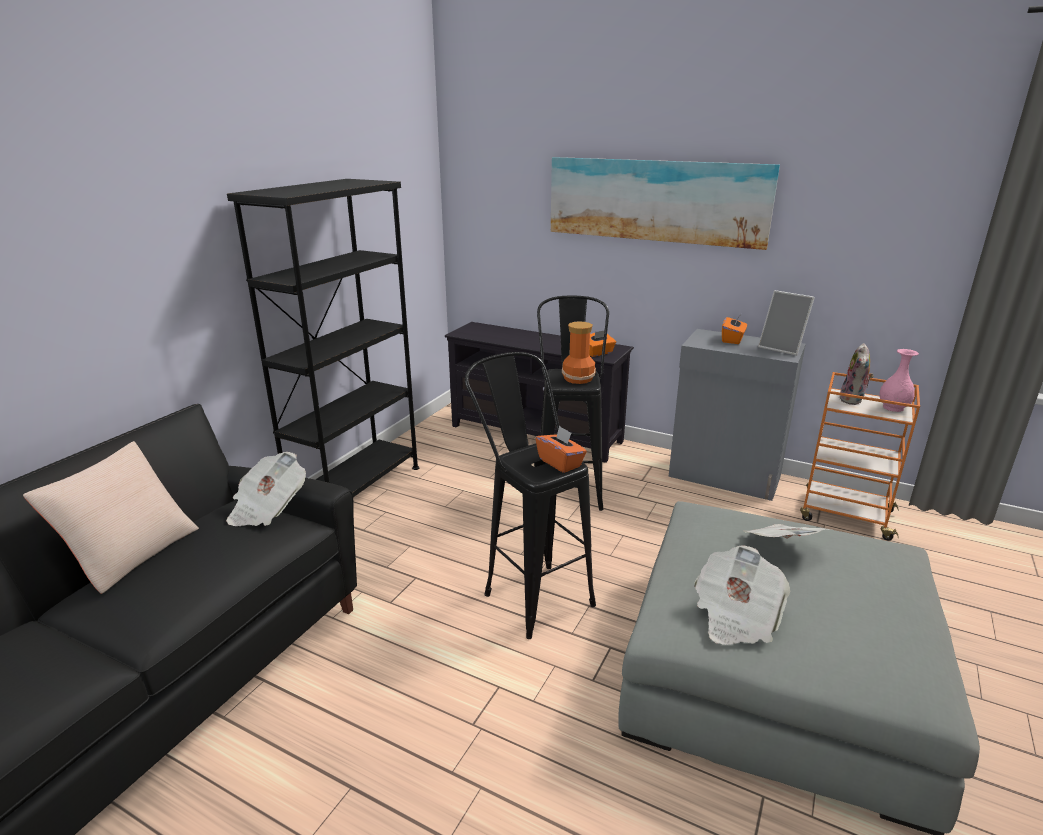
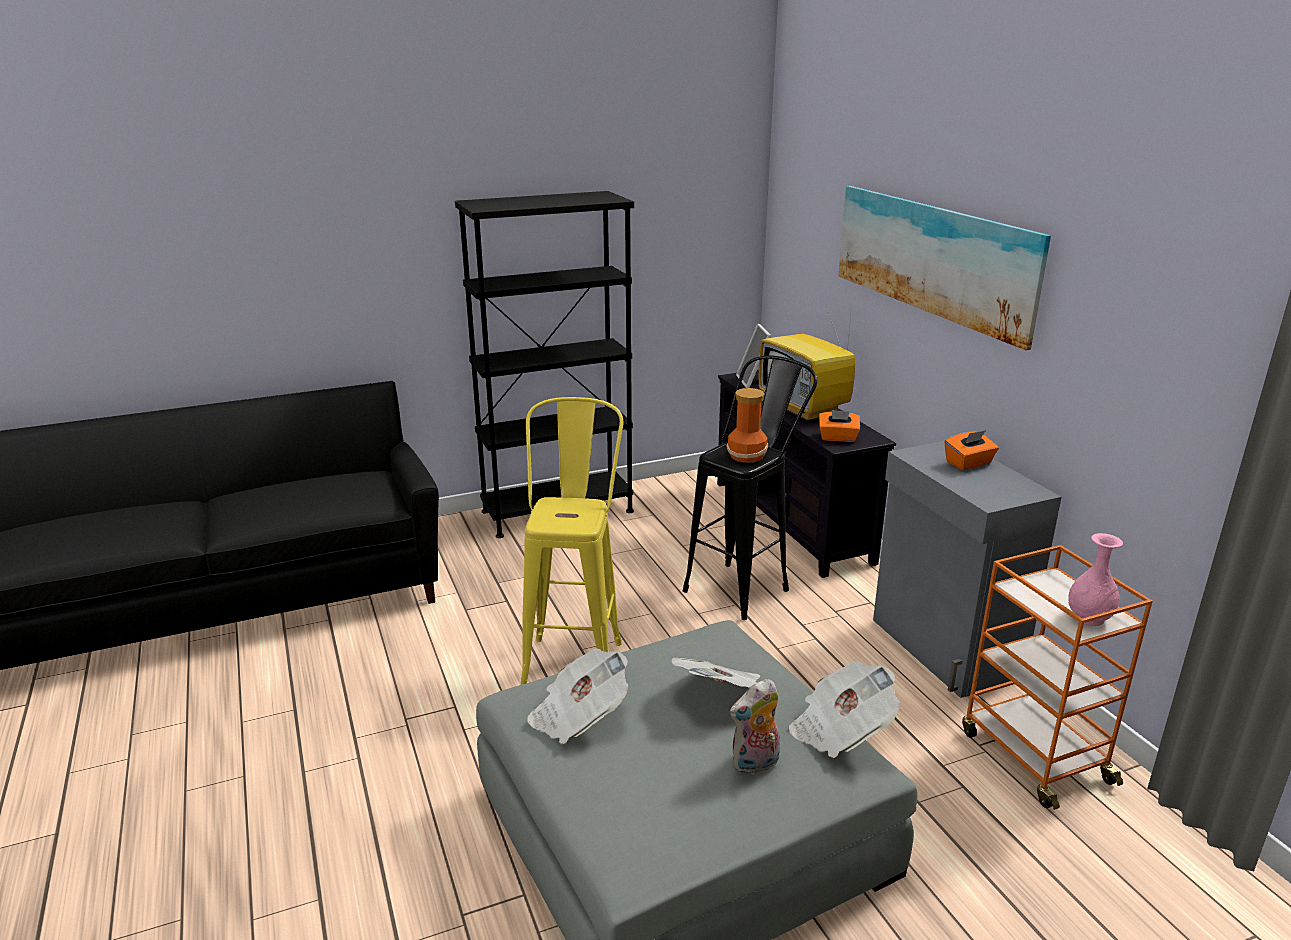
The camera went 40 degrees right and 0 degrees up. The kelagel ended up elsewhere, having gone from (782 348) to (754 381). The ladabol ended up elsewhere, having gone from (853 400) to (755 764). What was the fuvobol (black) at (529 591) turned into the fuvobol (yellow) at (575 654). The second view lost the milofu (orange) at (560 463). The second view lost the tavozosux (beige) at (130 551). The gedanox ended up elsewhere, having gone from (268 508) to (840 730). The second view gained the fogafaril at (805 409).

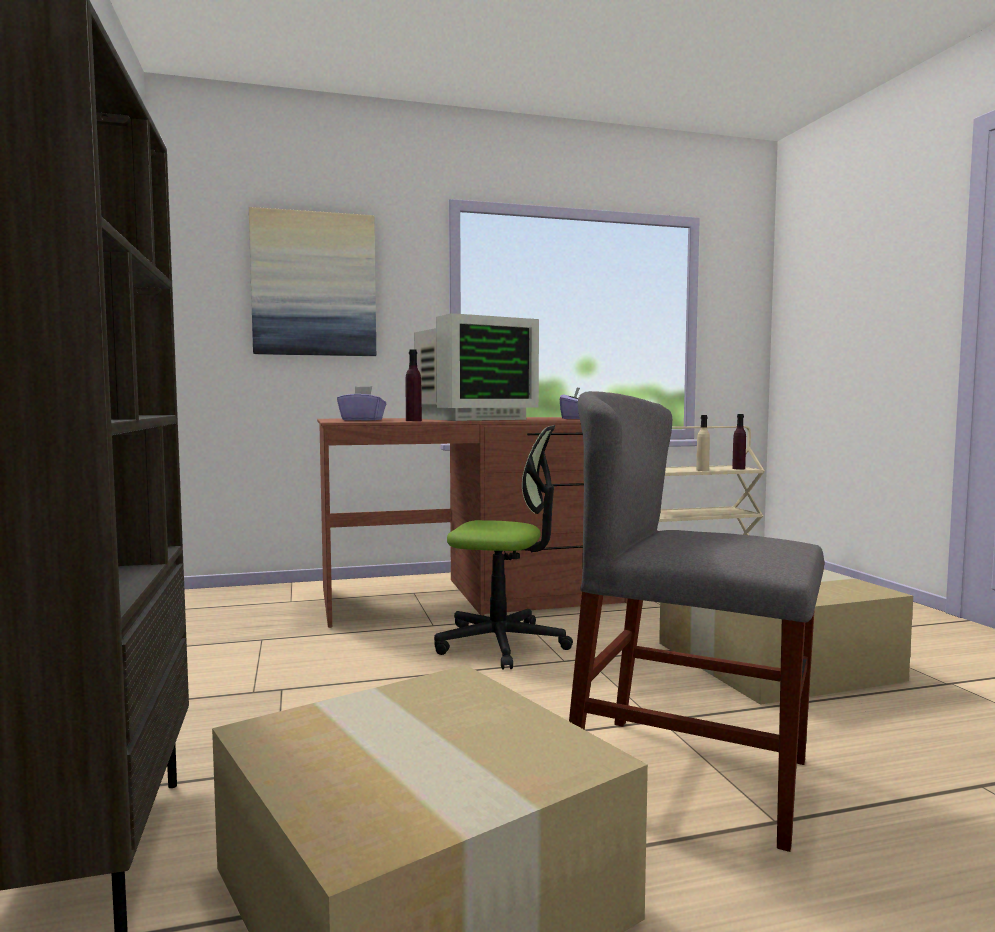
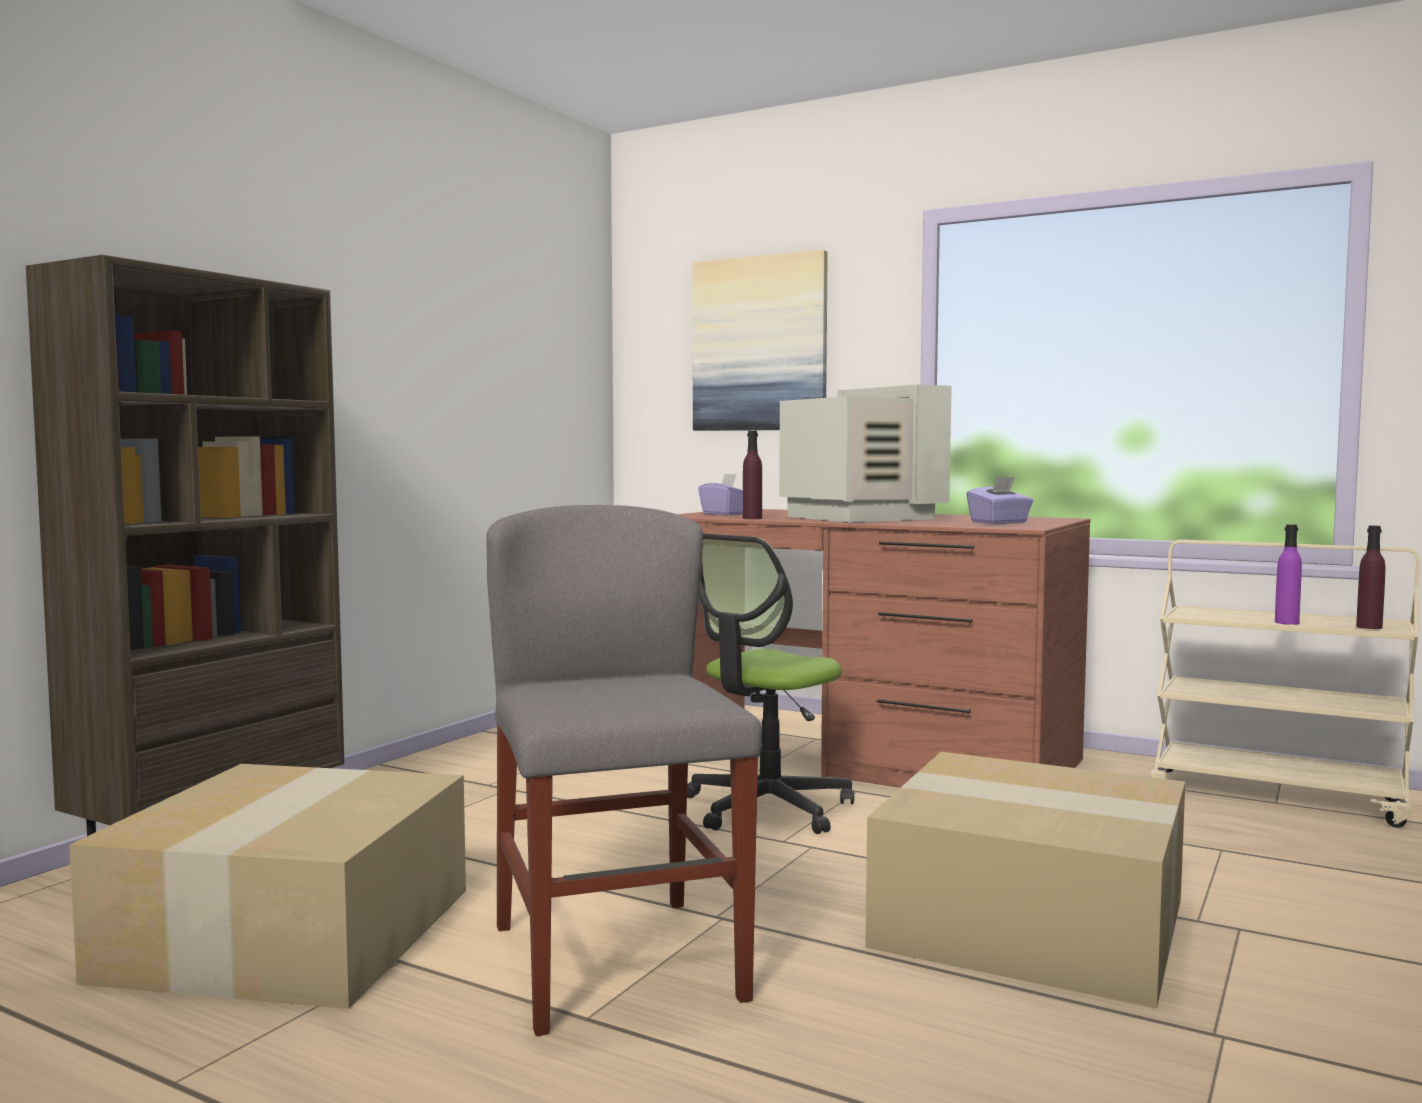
The camera went 45 degrees right and 0 degrees up. The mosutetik at (472 419) ended up facing another way, 135 degrees counterclockwise from before. What was the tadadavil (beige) at (702 470) turned into the tadadavil (purple) at (1286 622). The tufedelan at (502 644) ended up facing another way, 75 degrees clockwise from before.

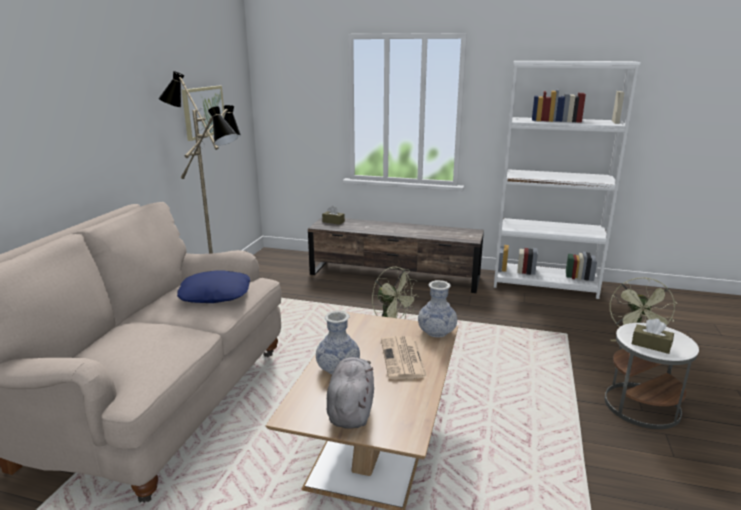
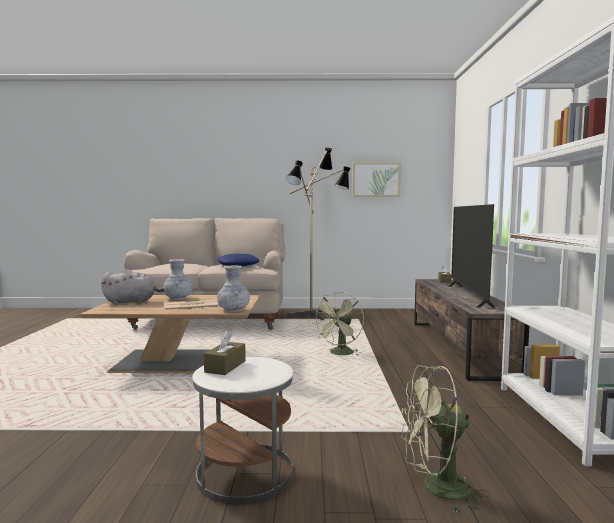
The camera went 75 degrees right and 15 degrees down. The second view gained the fogafaril at (469 295).

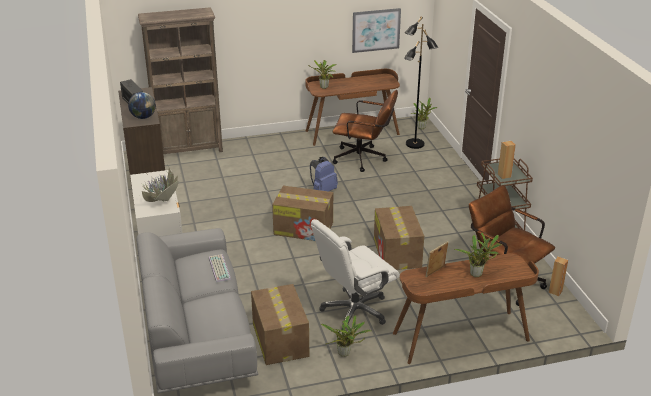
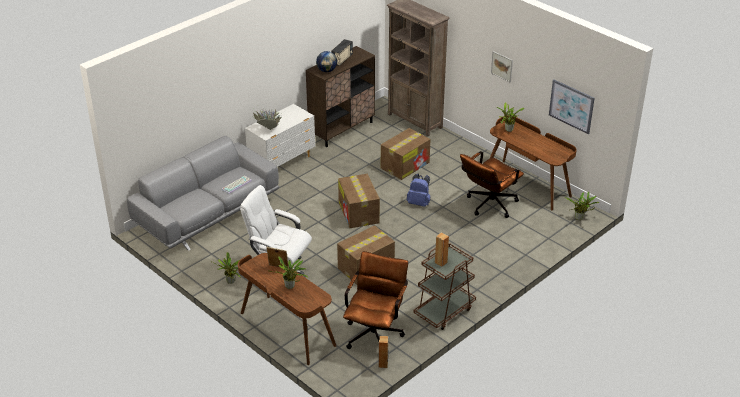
The camera went 60 degrees right and 5 degrees up. The second view lost the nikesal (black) at (415 144). The tufedelan (brown) at (364 159) ended up facing another way, 60 degrees clockwise from before. The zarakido ended up elsewhere, having gone from (280 339) to (405 165). The second view gained the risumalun at (502 66).

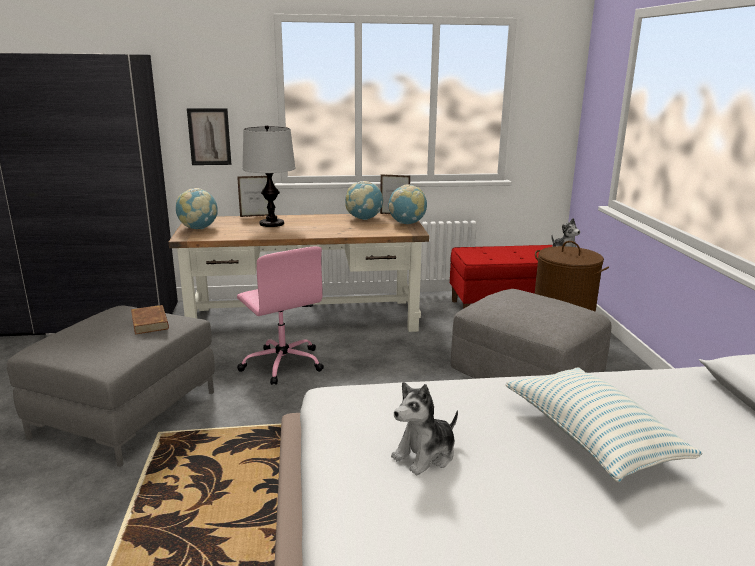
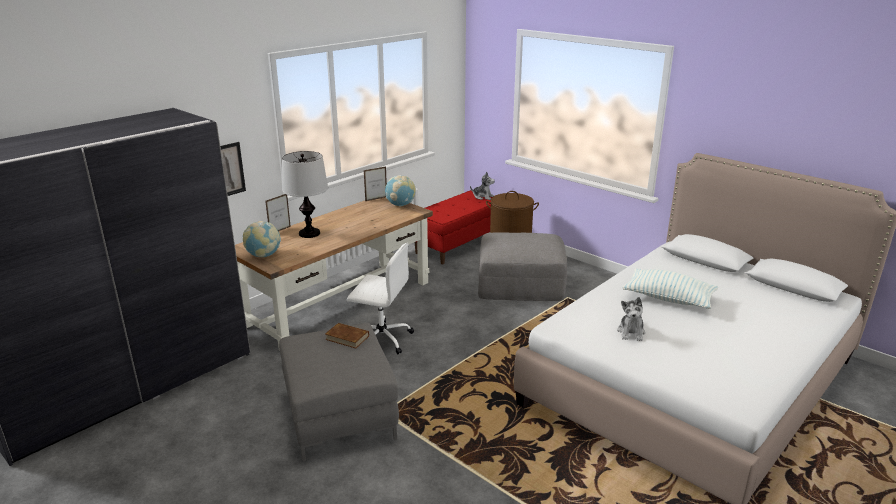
The camera went 40 degrees left and 5 degrees up. The second view lost the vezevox at (364 219). What was the tufedelan (pink) at (282 364) turned into the tufedelan (white) at (381 339).

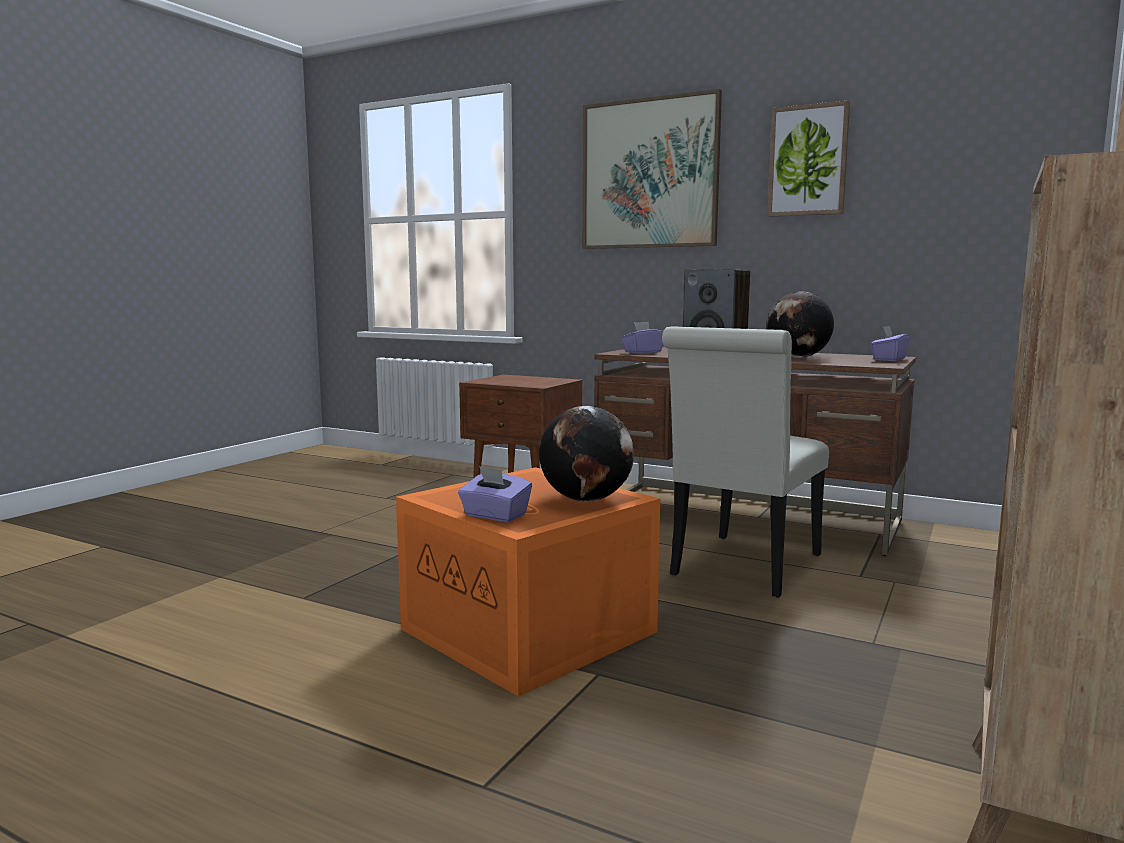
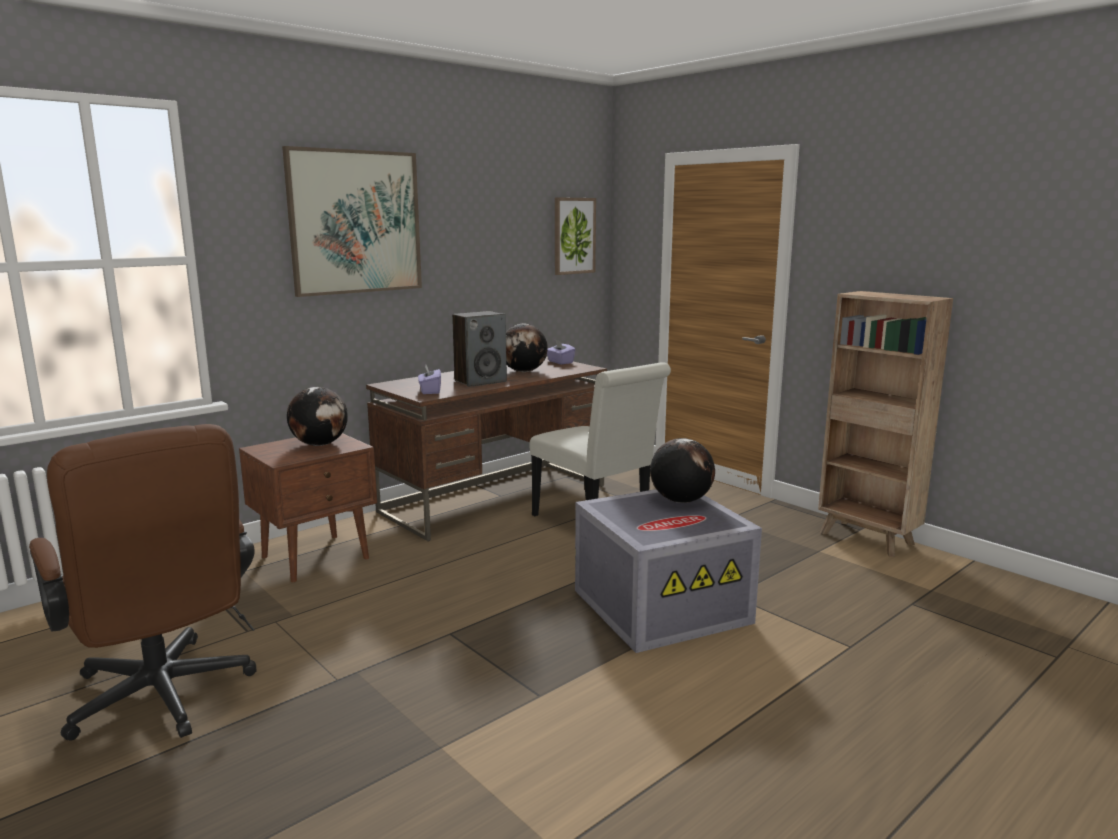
The camera went 70 degrees left and 5 degrees up. The risumalun ended up elsewhere, having gone from (808 161) to (574 236). The second view lost the milofu (purple) at (495 516). What was the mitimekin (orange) at (532 630) turned into the mitimekin (grey) at (662 605). The second view gained the vezevox at (320 444). The second view gained the tufedelan (brown) at (164 700).

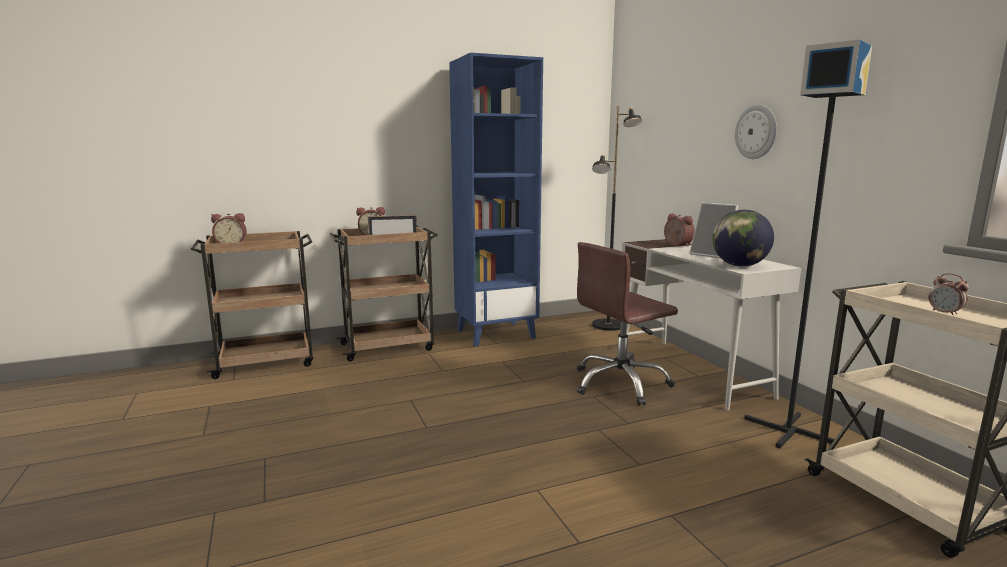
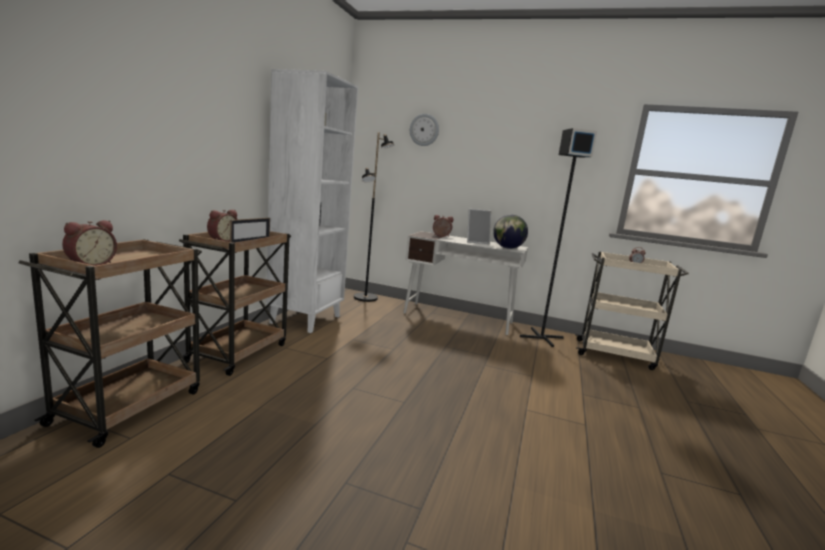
The camera went 50 degrees left and 0 degrees up. What was the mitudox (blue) at (496 333) turned into the mitudox (white) at (305 319). The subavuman ended up elsewhere, having gone from (756 132) to (424 130). The second view lost the tufedelan (brown) at (620 384).

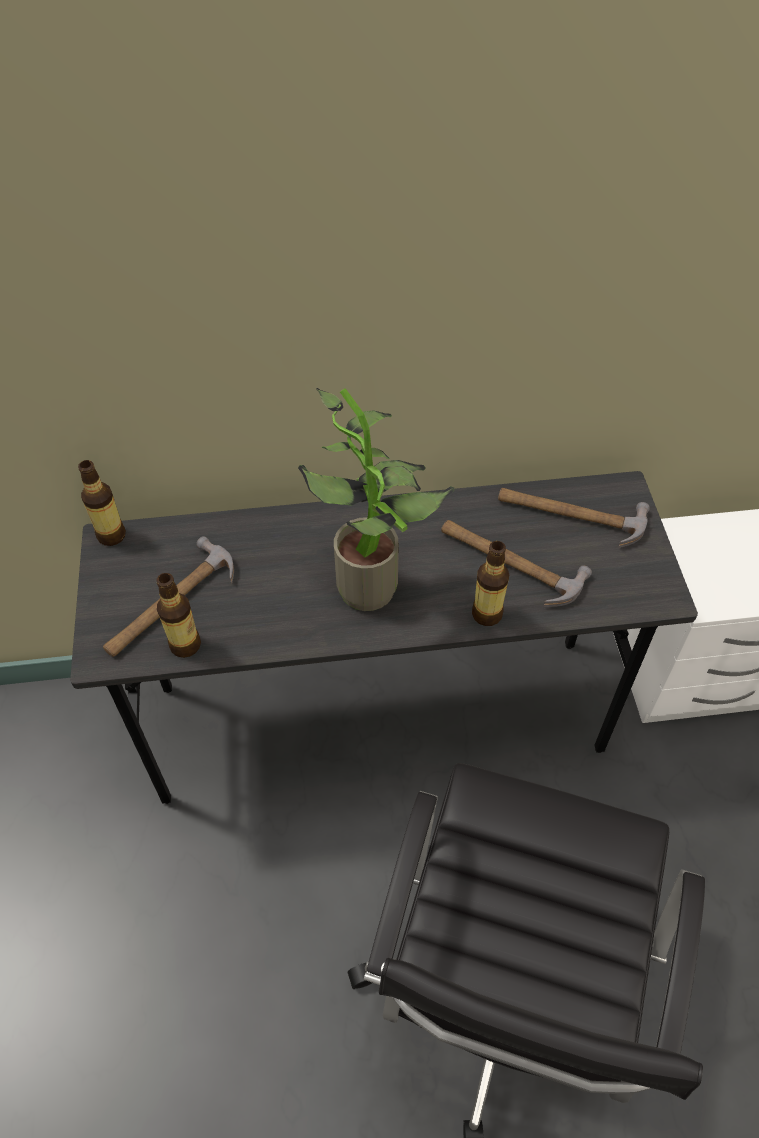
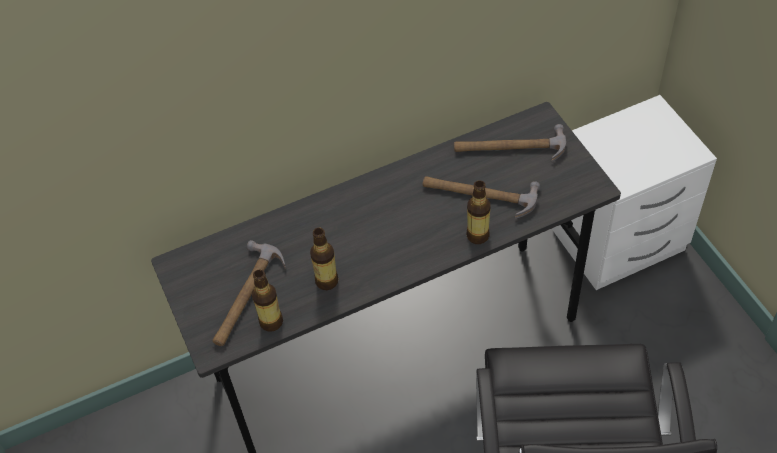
The camera went 15 degrees left and 0 degrees up. The second view lost the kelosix at (375 584). The tadadavil ended up elsewhere, having gone from (111 535) to (327 281).

